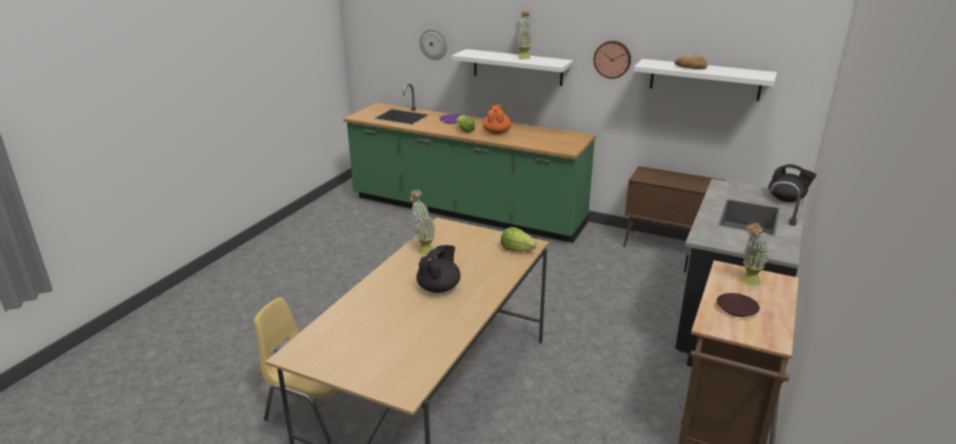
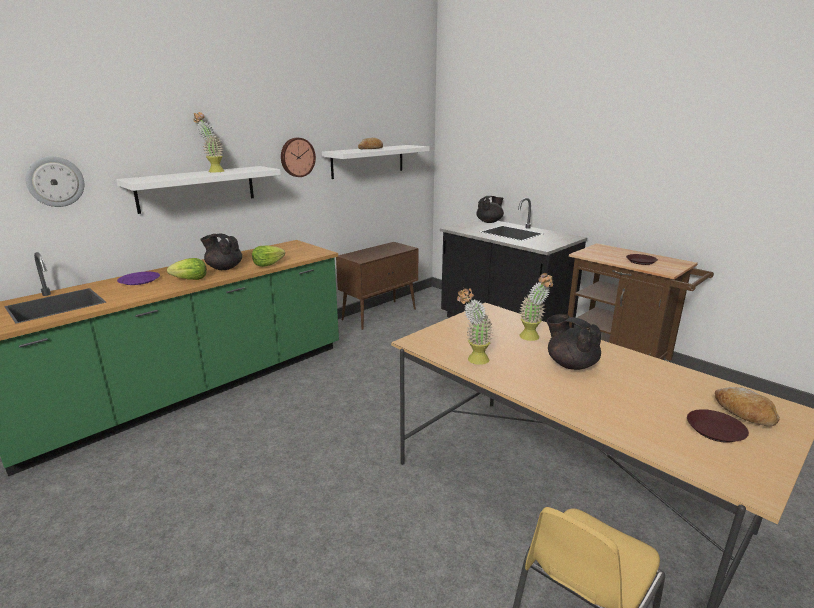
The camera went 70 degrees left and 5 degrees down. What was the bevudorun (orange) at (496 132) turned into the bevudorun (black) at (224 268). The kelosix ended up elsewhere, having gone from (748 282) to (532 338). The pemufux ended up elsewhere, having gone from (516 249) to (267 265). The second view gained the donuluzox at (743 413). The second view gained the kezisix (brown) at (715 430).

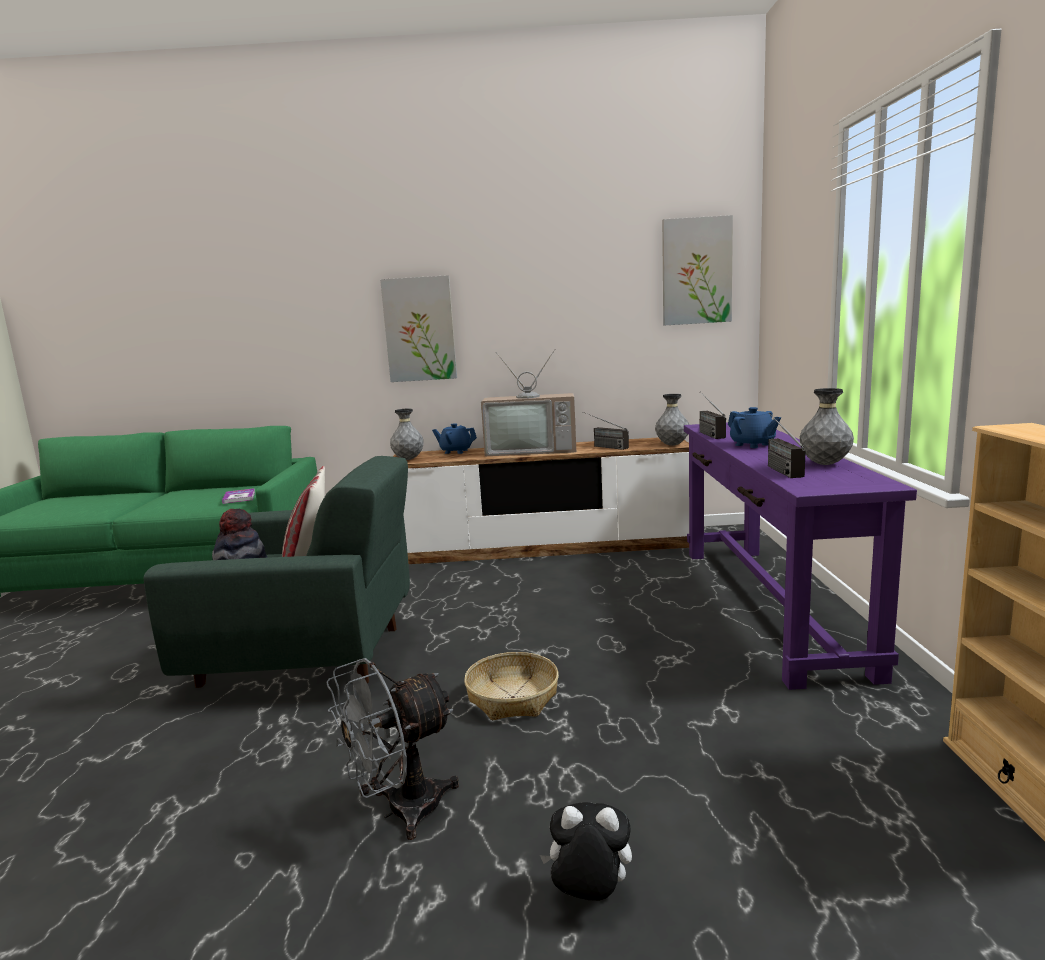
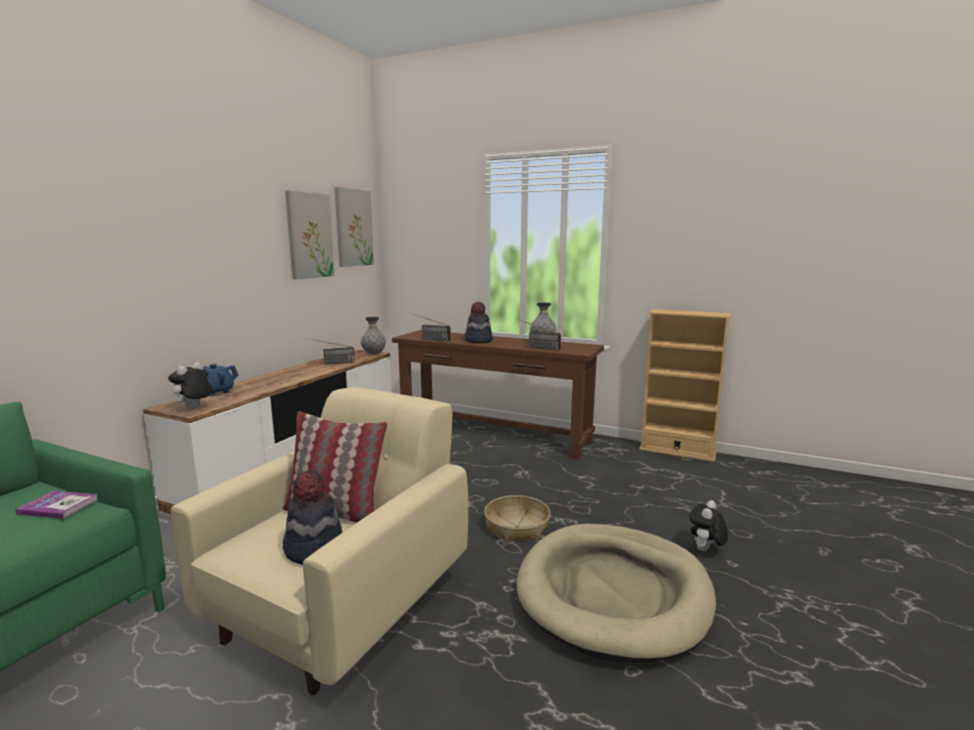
The camera went 65 degrees left and 0 degrees up. The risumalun ended up elsewhere, having gone from (419 329) to (309 235). The second view lost the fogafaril at (532 450). Where the bevudorun (blue) stood at (752 445), the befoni came to stand at (478 341). Where the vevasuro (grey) stood at (408 459), the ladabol came to stand at (194 408). What was the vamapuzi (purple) at (767 605) turned into the vamapuzi (brown) at (493 435). What was the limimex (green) at (310 656) turned into the limimex (beige) at (342 604). Where the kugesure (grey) stood at (400 811), the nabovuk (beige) came to stand at (613 593).

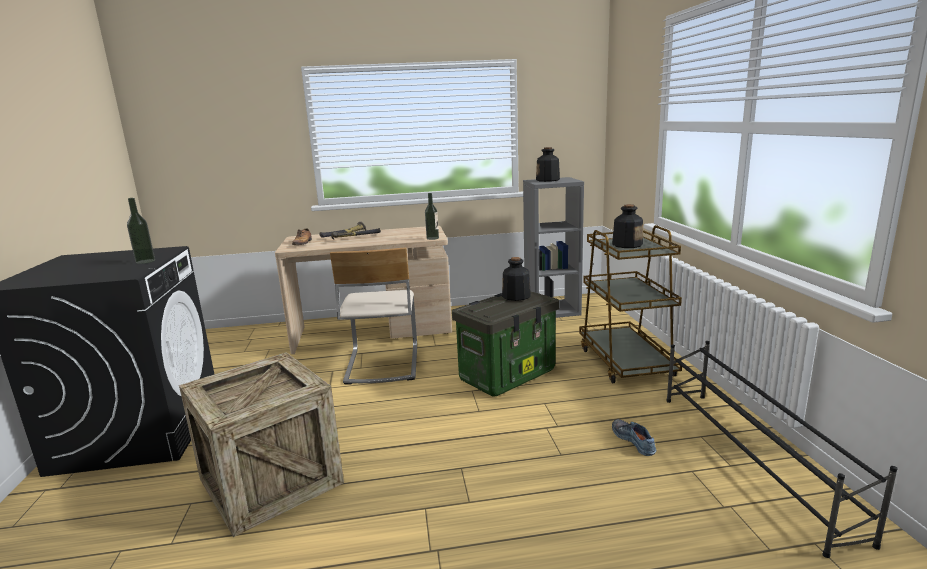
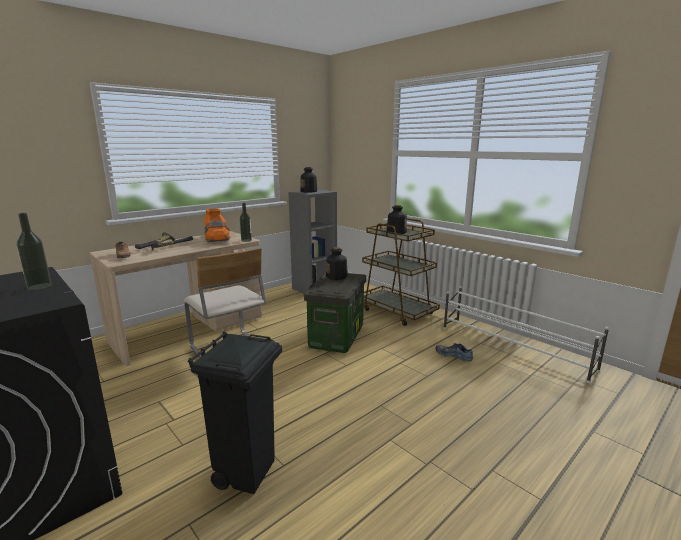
The camera went 35 degrees left and 0 degrees up. What was the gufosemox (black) at (750 460) turned into the gufosemox (white) at (513 348). Where the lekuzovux stood at (270 481), the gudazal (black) came to stand at (246 472). The second view gained the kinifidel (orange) at (217 239).

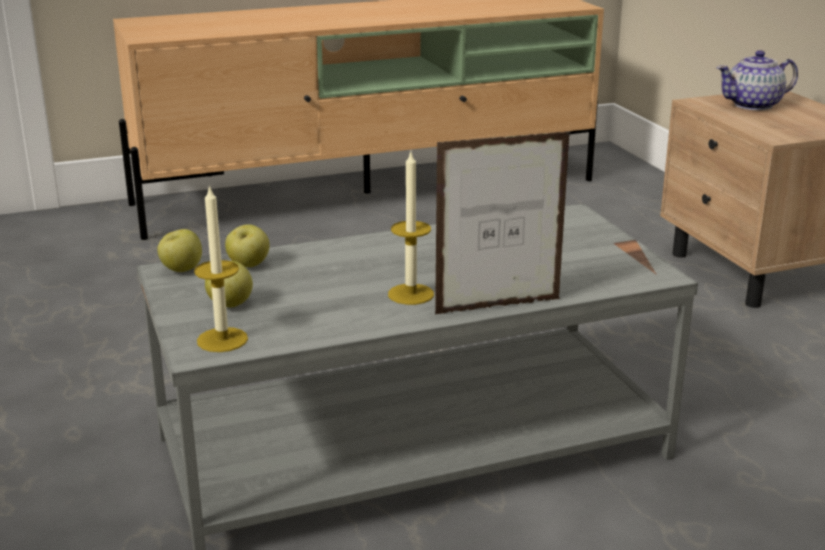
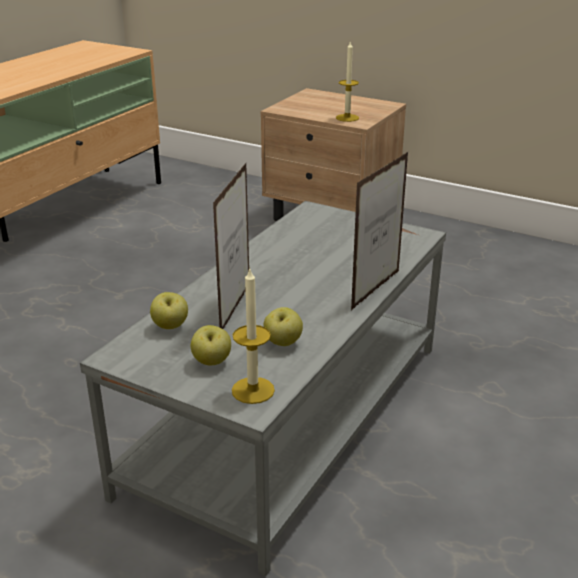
The camera went 40 degrees left and 5 degrees up. The second view lost the bevudorun at (754 105). The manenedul ended up elsewhere, having gone from (411 294) to (347 118). The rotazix ended up elsewhere, having gone from (181 270) to (283 343). The second view gained the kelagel at (235 308).

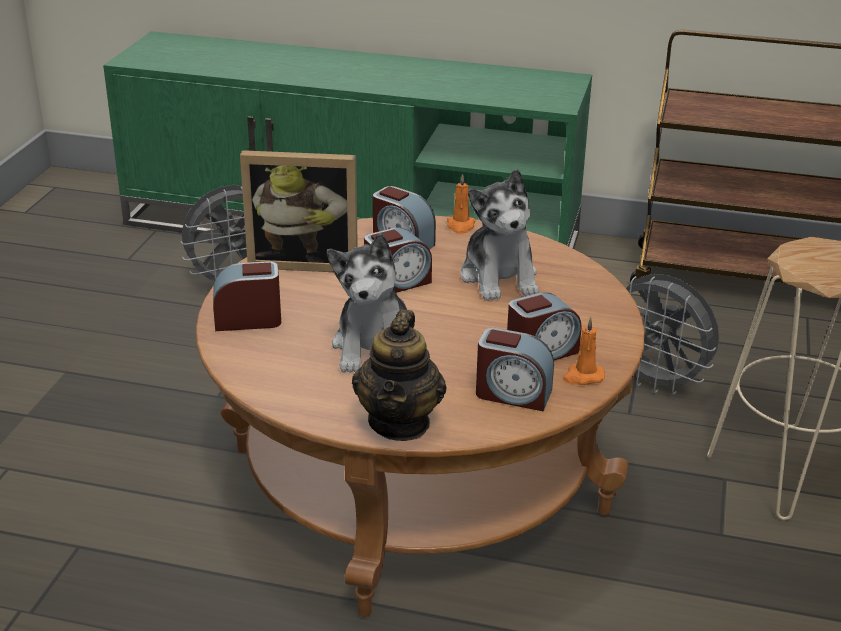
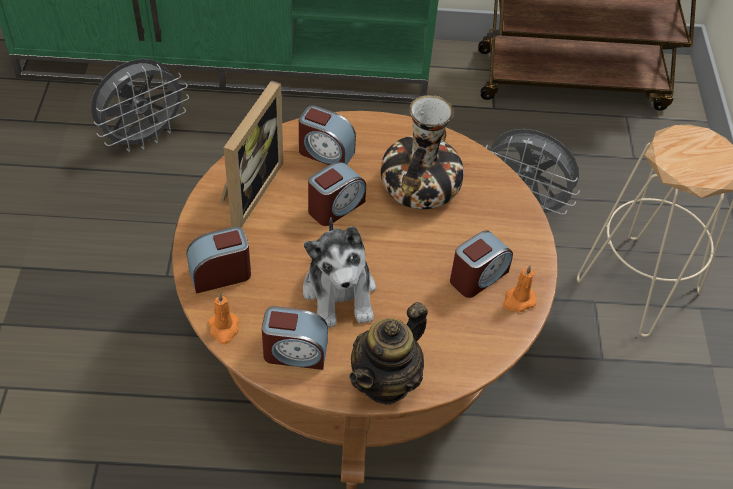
The camera went 15 degrees left and 20 degrees up. The kelagel at (304 261) ended up facing another way, 60 degrees counterclockwise from before. Where the ladabol stood at (499 277), the vevasuro came to stand at (420 186). The manenedul (orange) ended up elsewhere, having gone from (460 226) to (224 329). The bevudorun at (400 422) ended up facing another way, 45 degrees clockwise from before. The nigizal ended up elsewhere, having gone from (512 394) to (295 352).

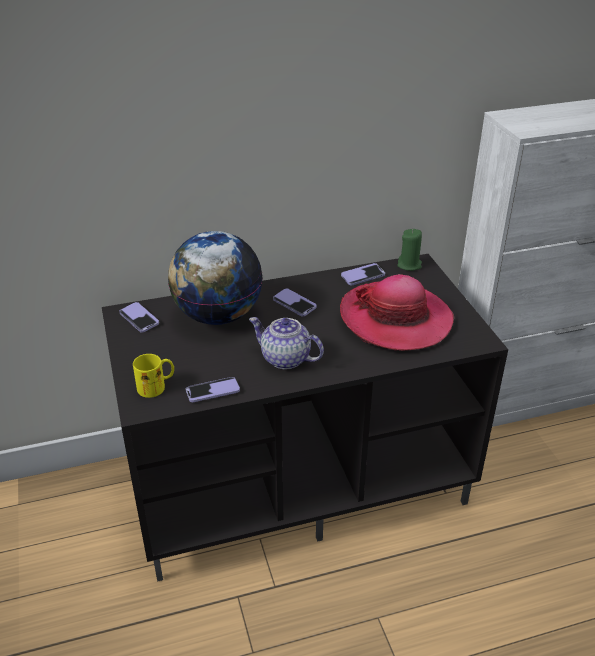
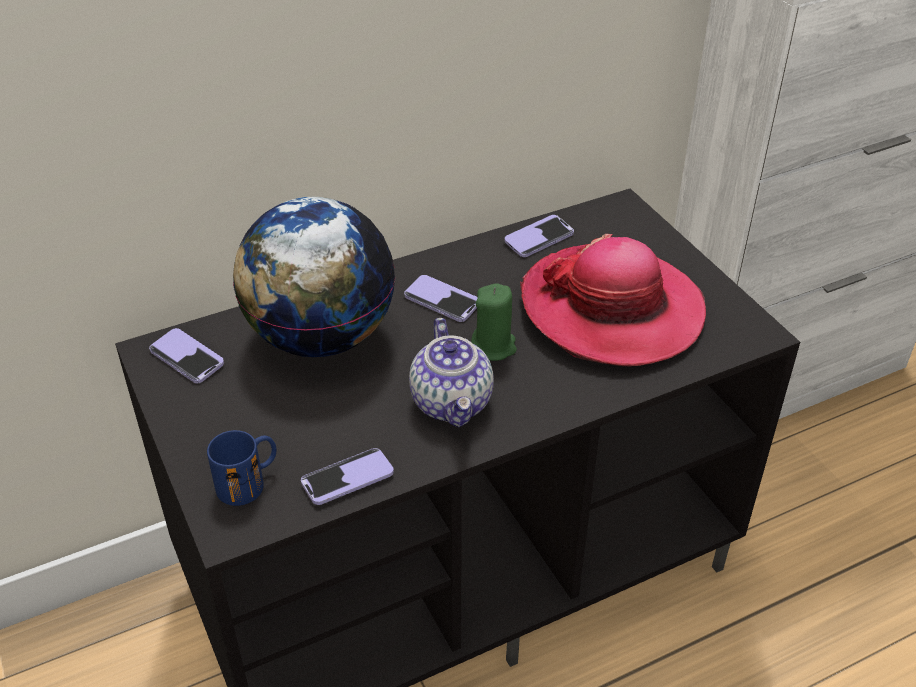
The camera went 10 degrees left and 5 degrees up. The manenedul (green) ended up elsewhere, having gone from (409 265) to (493 347). The bevudorun at (285 359) ended up facing another way, 120 degrees counterclockwise from before. What was the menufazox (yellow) at (156 386) turned into the menufazox (blue) at (248 482).

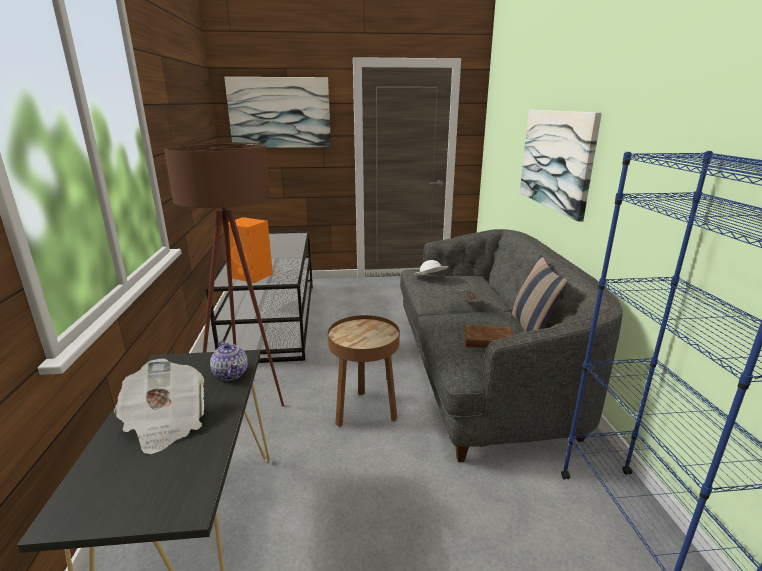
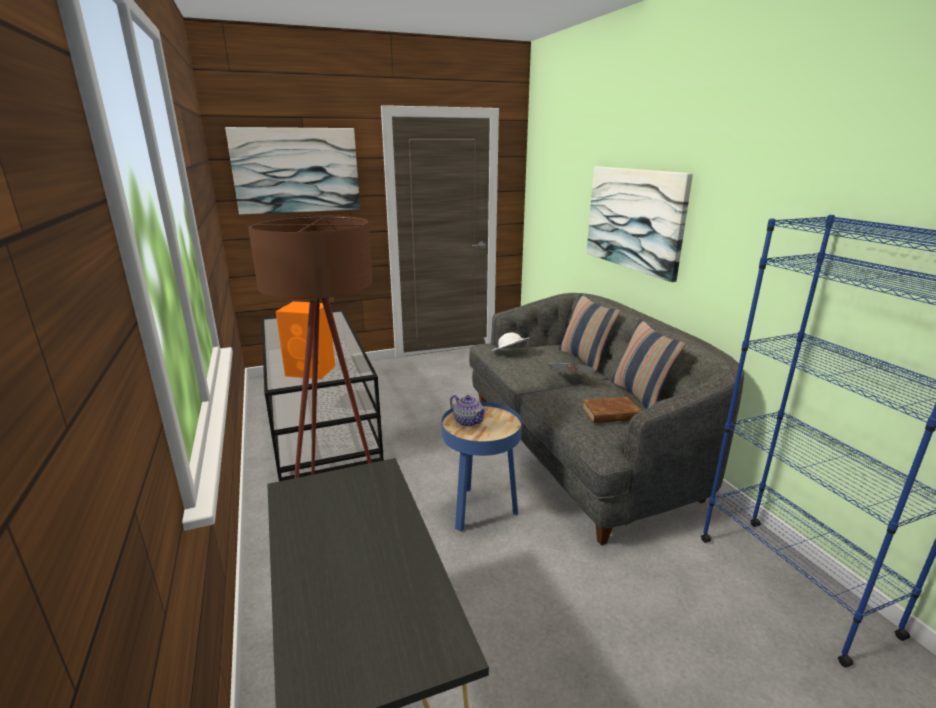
The camera went 15 degrees left and 0 degrees up. What was the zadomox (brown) at (365 411) turned into the zadomox (blue) at (480 509). The bevudorun ended up elsewhere, having gone from (231 373) to (468 421). The second view lost the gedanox at (165 423). The second view gained the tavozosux at (584 359).

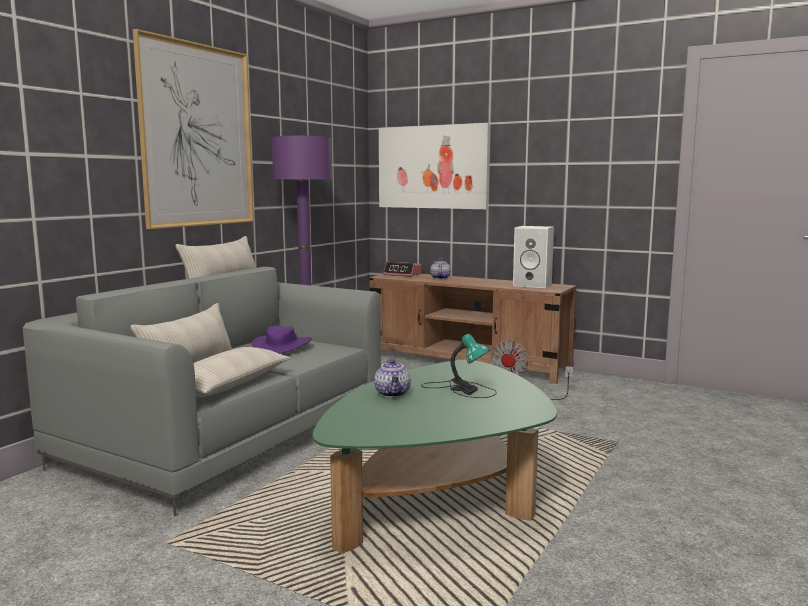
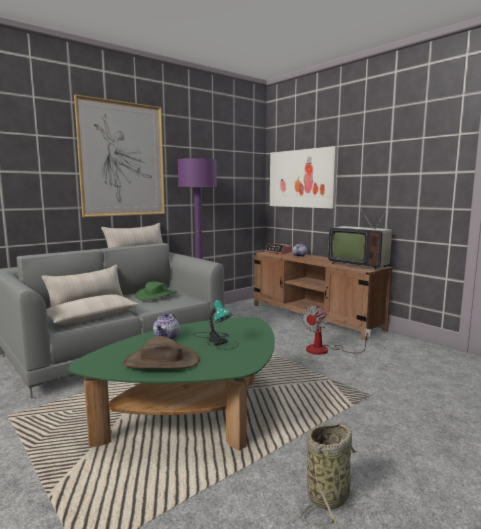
The camera went 20 degrees right and 0 degrees up. Where the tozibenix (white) stood at (533 285), the fogafaril came to stand at (358 265). What was the befoni (purple) at (282 346) turned into the befoni (green) at (157 295). The second view gained the befoni (brown) at (161 362). The second view gained the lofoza at (329 495).

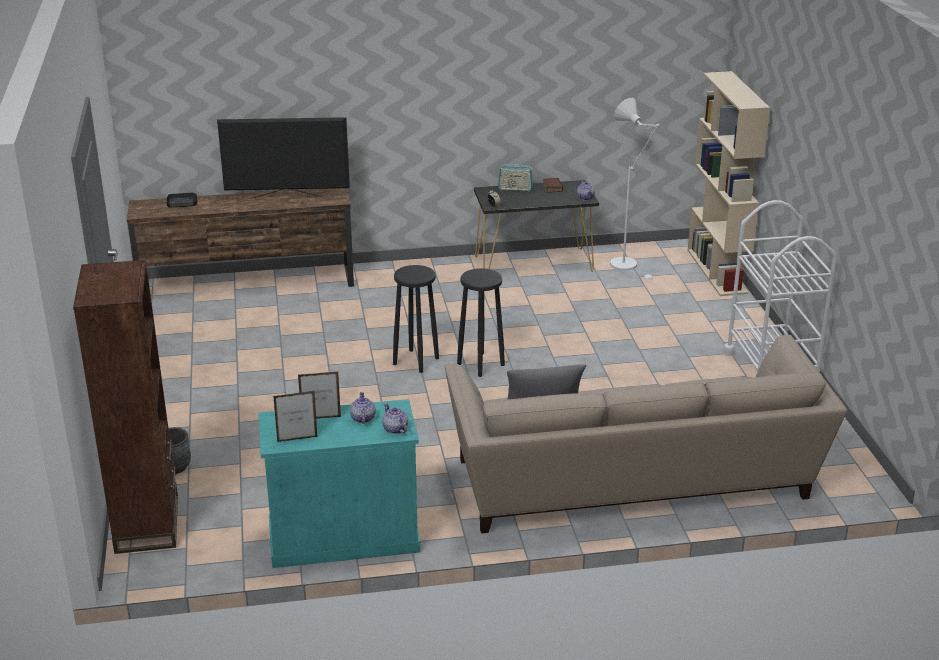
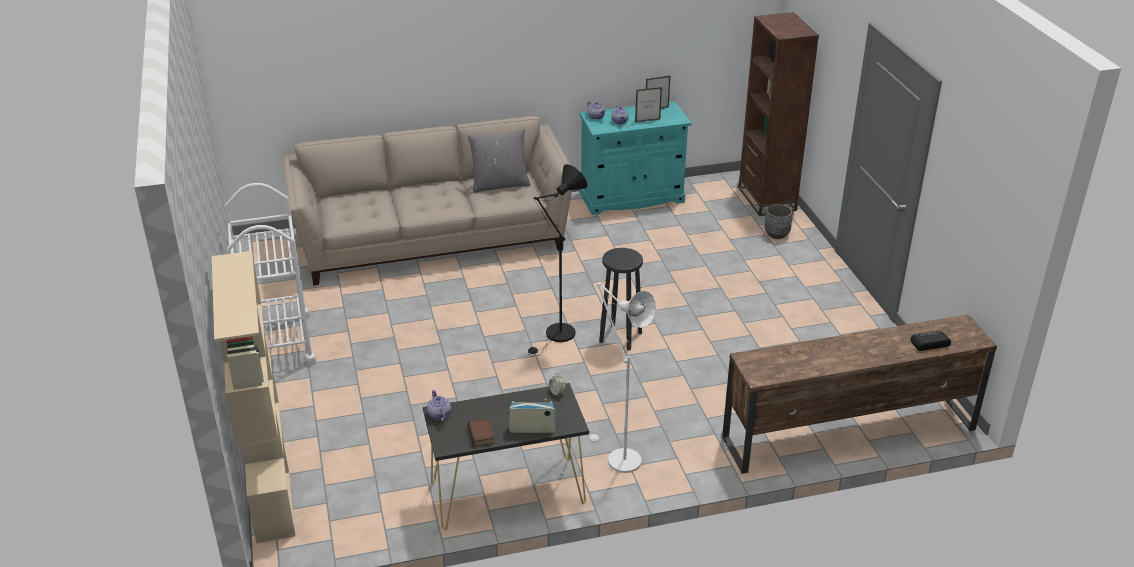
The camera went 175 degrees right and 5 degrees up. The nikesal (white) ended up elsewhere, having gone from (628 266) to (618 458). The second view lost the fogafaril at (287 197). Where the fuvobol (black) stood at (481 364), the nikesal (black) came to stand at (557 336).

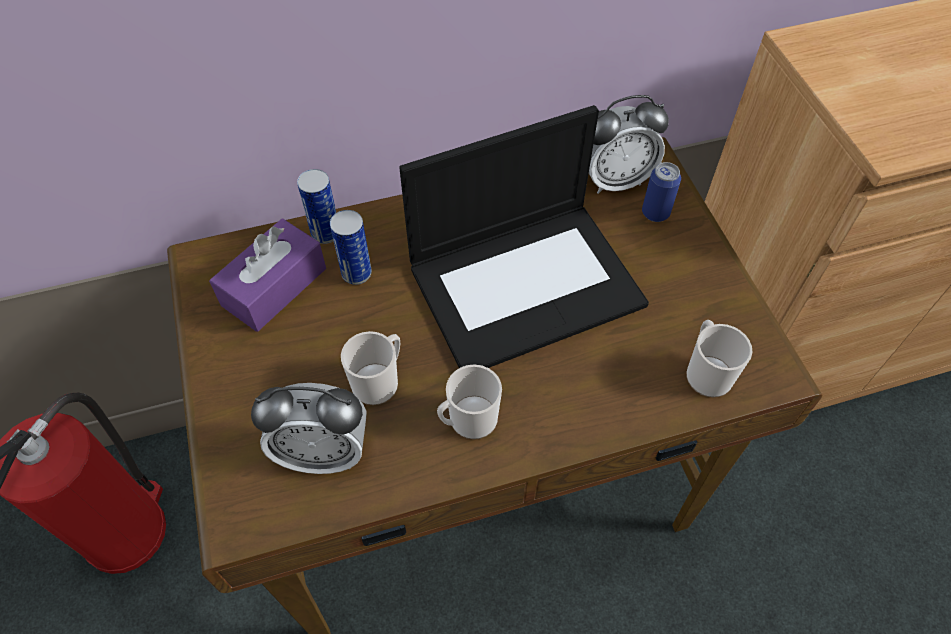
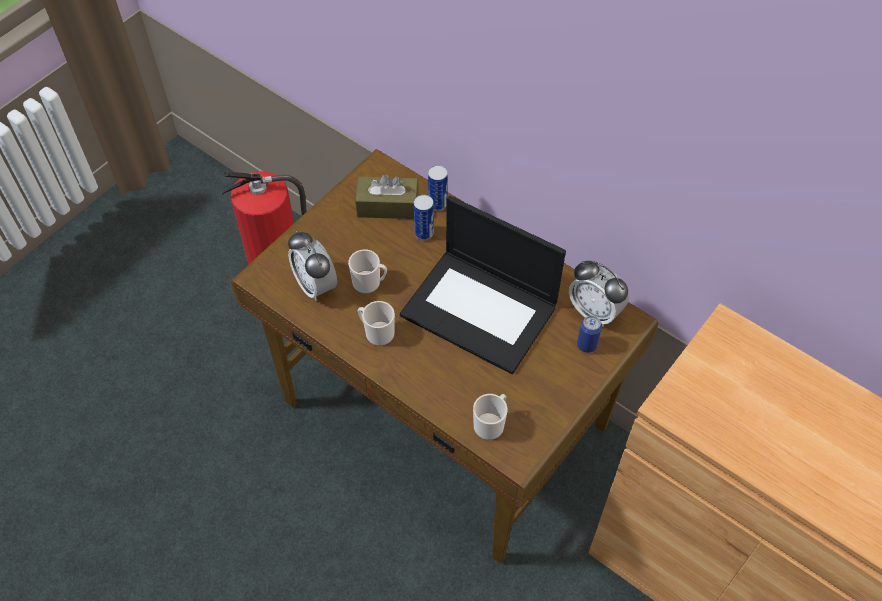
The camera went 55 degrees right and 0 degrees up. What was the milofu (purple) at (274 287) turned into the milofu (brown) at (387 206).

